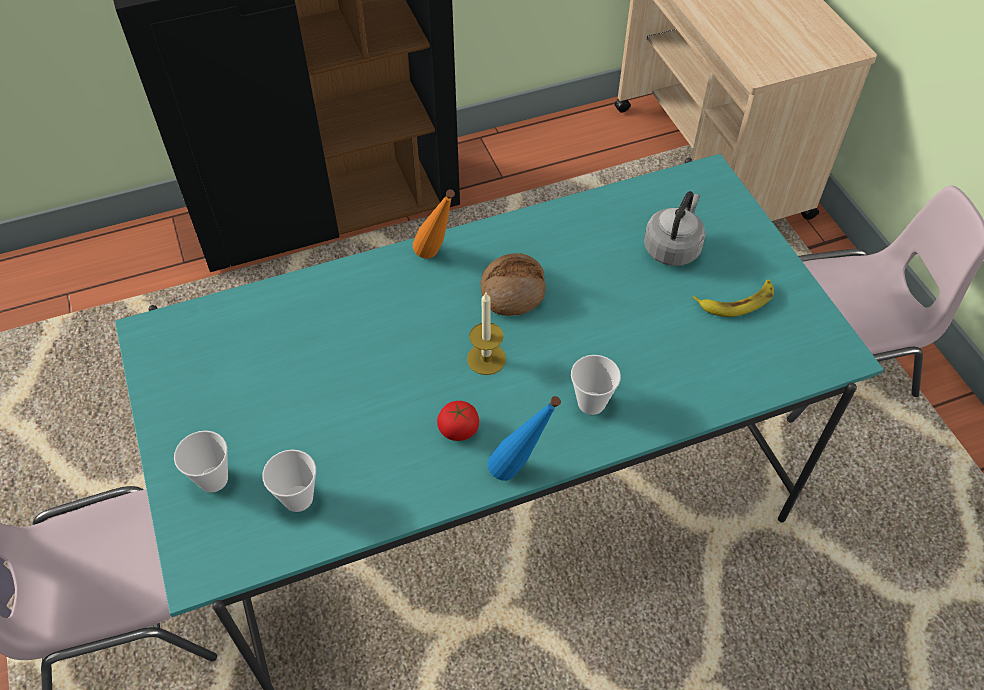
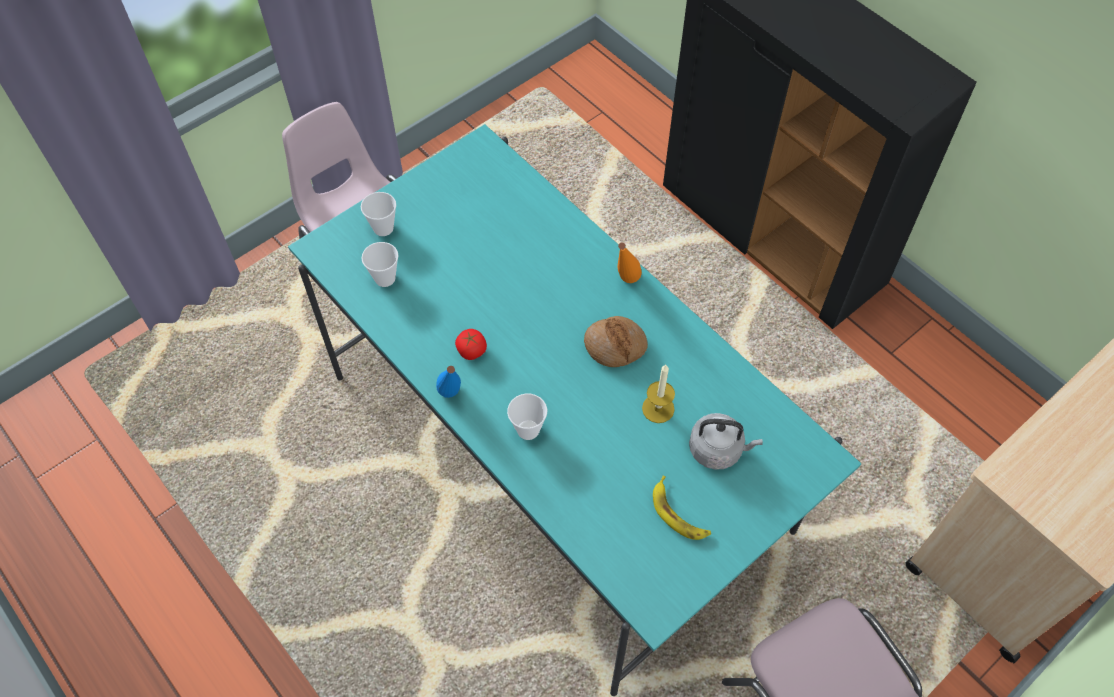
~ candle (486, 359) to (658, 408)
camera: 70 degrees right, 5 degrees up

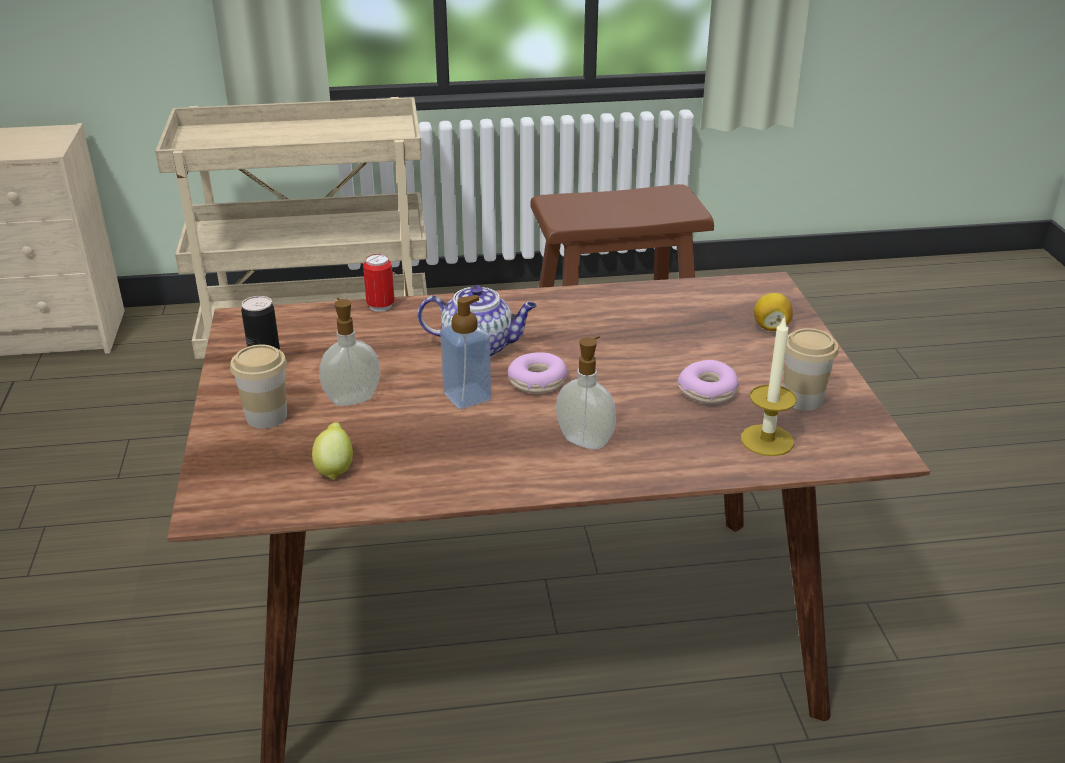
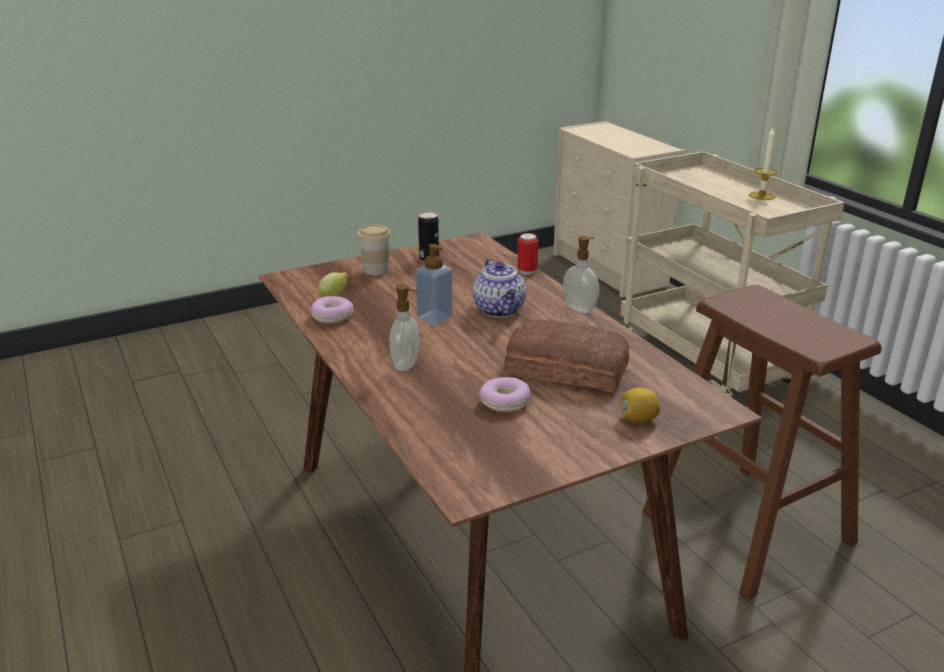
- cup (802, 399)
+ bread (565, 368)
~ soap dispenser (352, 398) to (580, 308)
~ donut (537, 382) to (332, 317)
~ candle (767, 440) to (761, 196)
camera: 70 degrees right, 5 degrees down

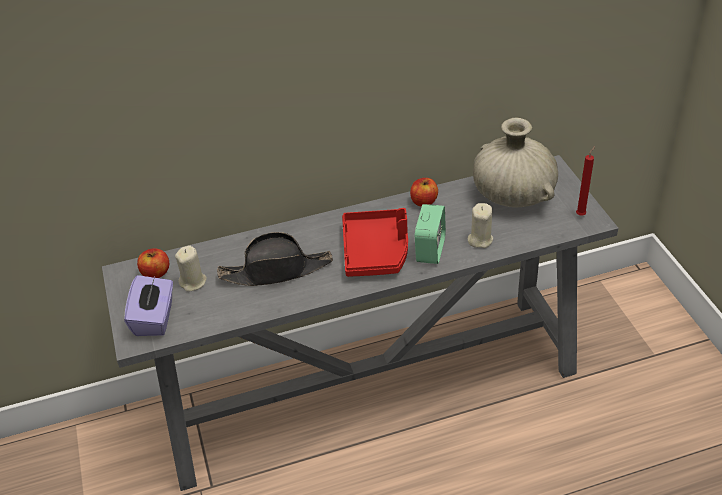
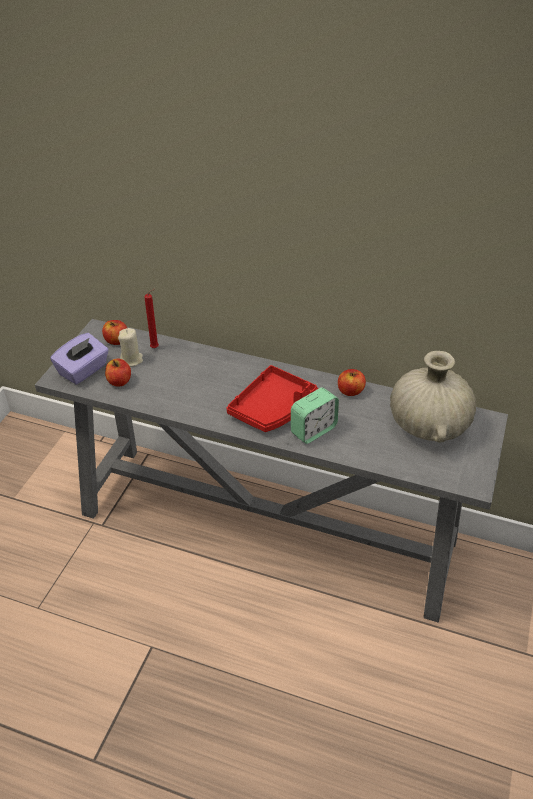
- black-coloured hat (276, 271)
- beige candle (480, 239)
+ apple (119, 381)
~ red candle (581, 214) to (156, 348)
camera: 35 degrees right, 0 degrees up

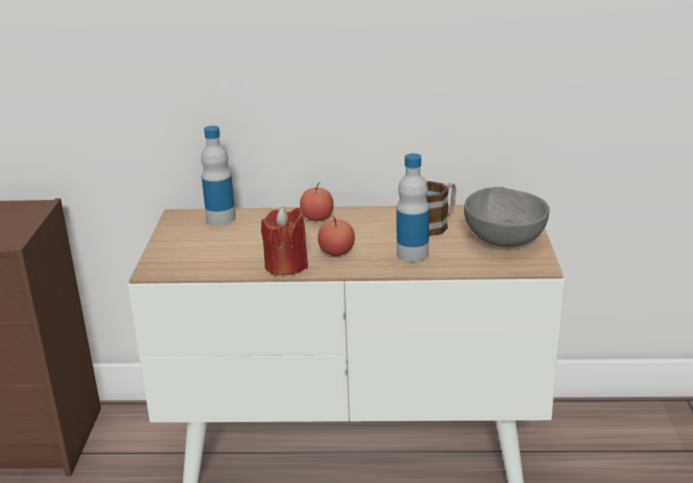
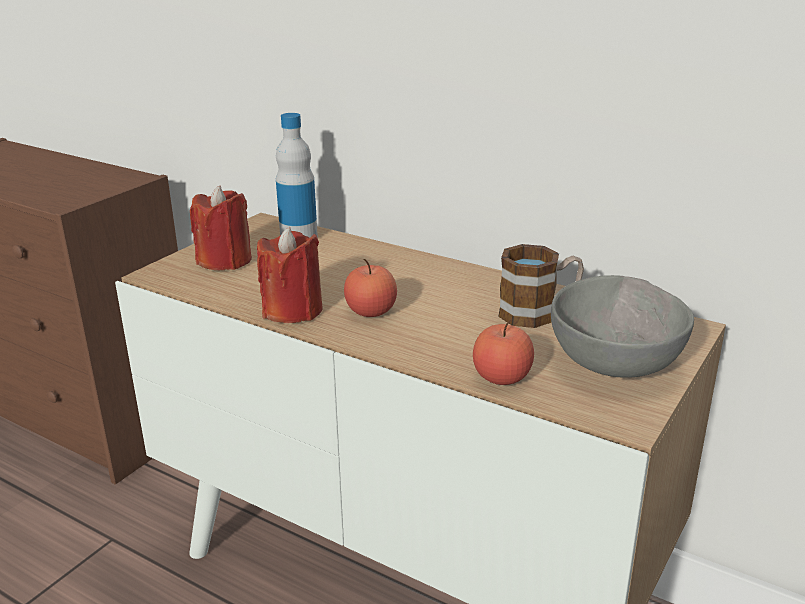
- drink bottle (412, 254)
+ red candle (225, 260)
~ apple (317, 218) to (502, 377)
camera: 30 degrees right, 0 degrees up

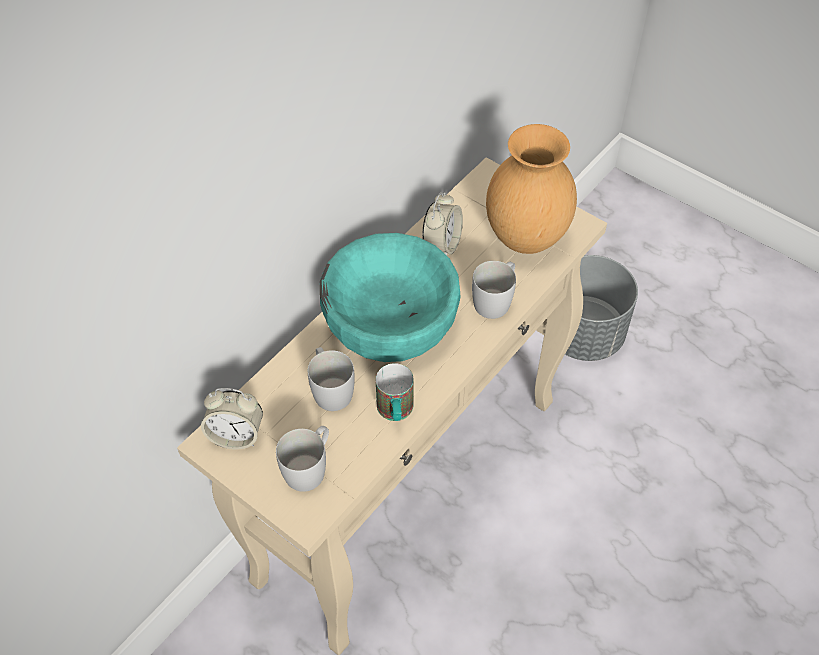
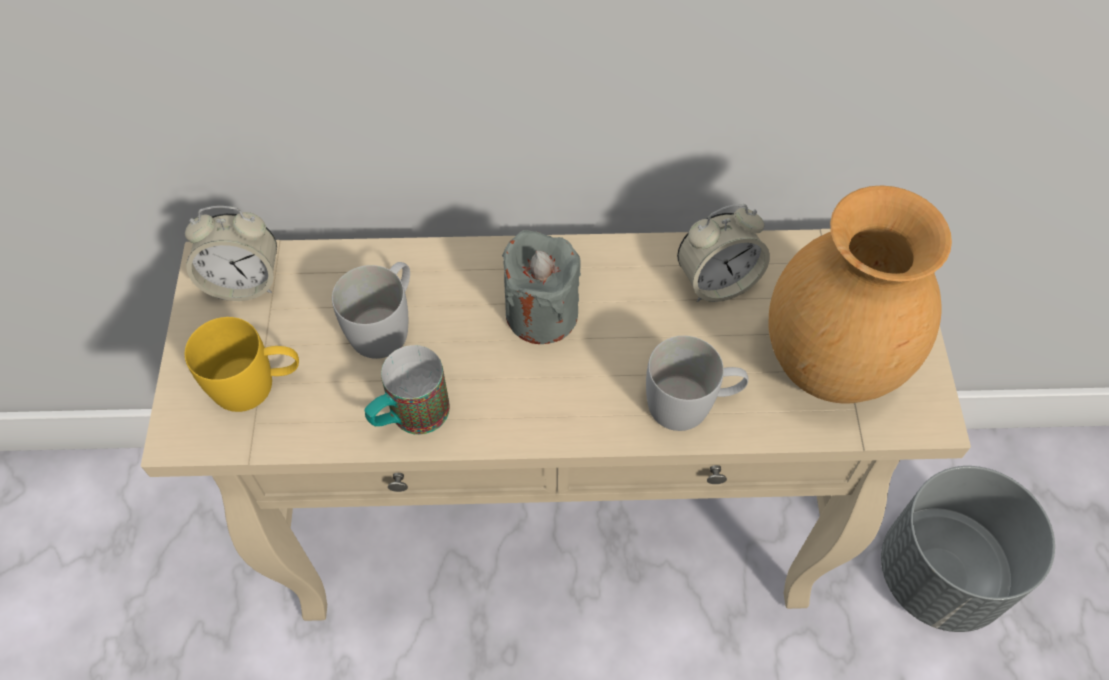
~ turquoise serving bowl (390, 321) to gray candle (541, 313)
~ white-coloured coffee mug (310, 467) to yellow-coloured coffee mug (257, 384)
~ alarm clock (236, 435) = (244, 282) 60 degrees counterclockwise
camera: 50 degrees right, 5 degrees up

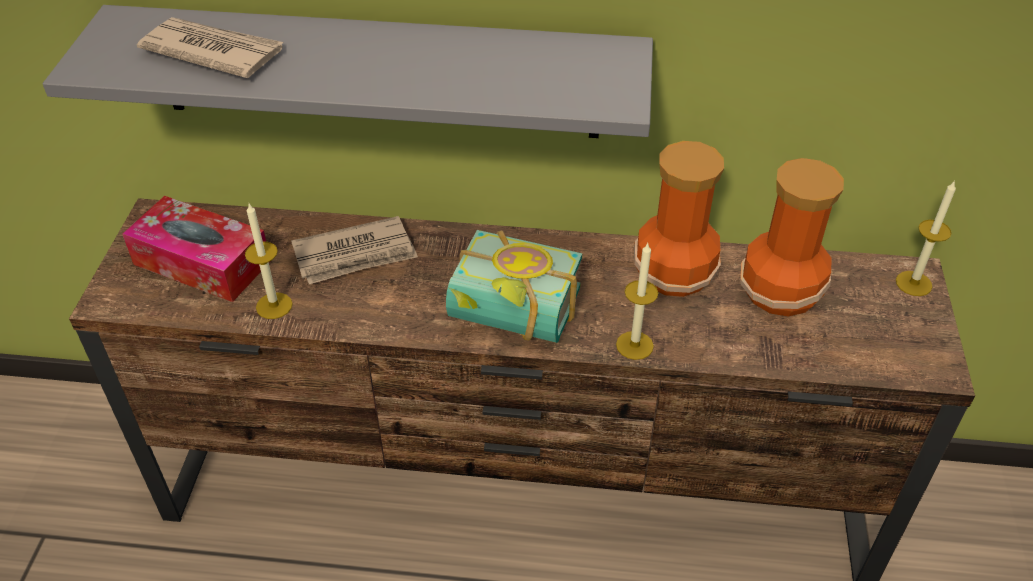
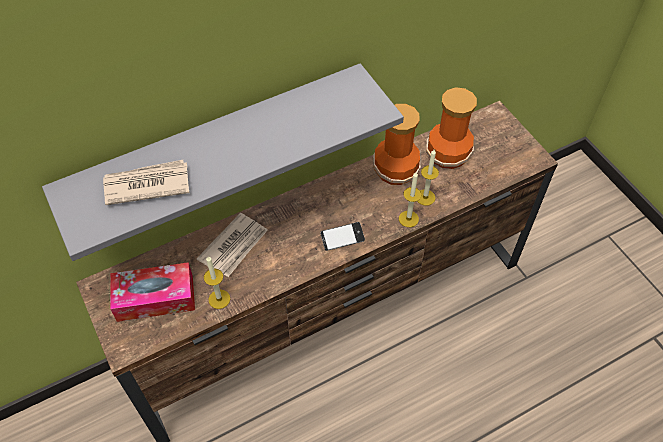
~ candle (913, 283) to (425, 197)
~ volume (510, 319) to phone (342, 238)
camera: 35 degrees left, 10 degrees up

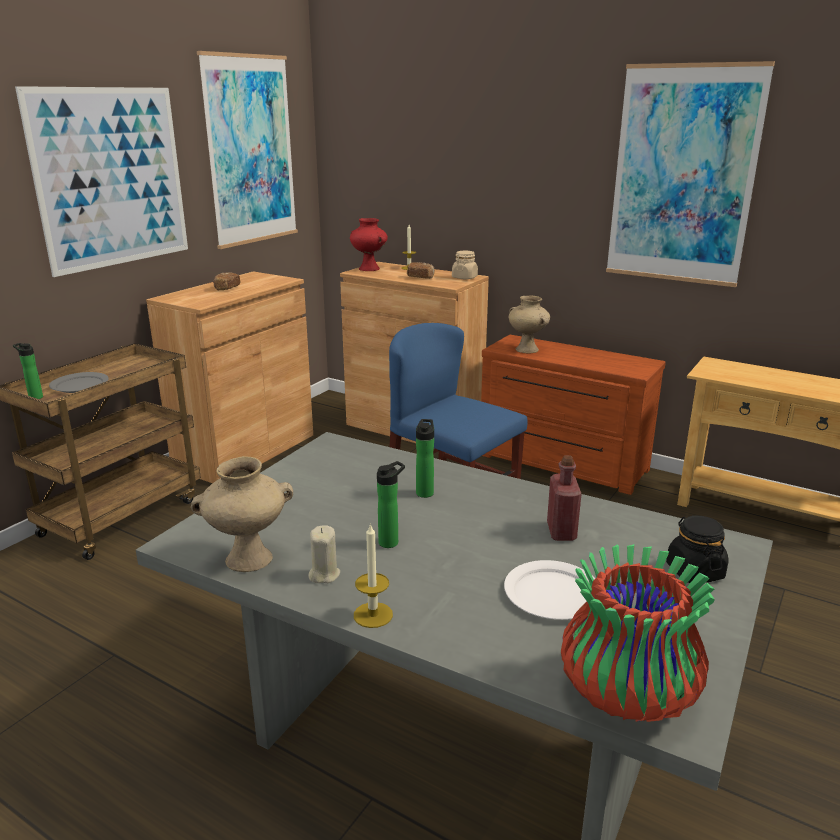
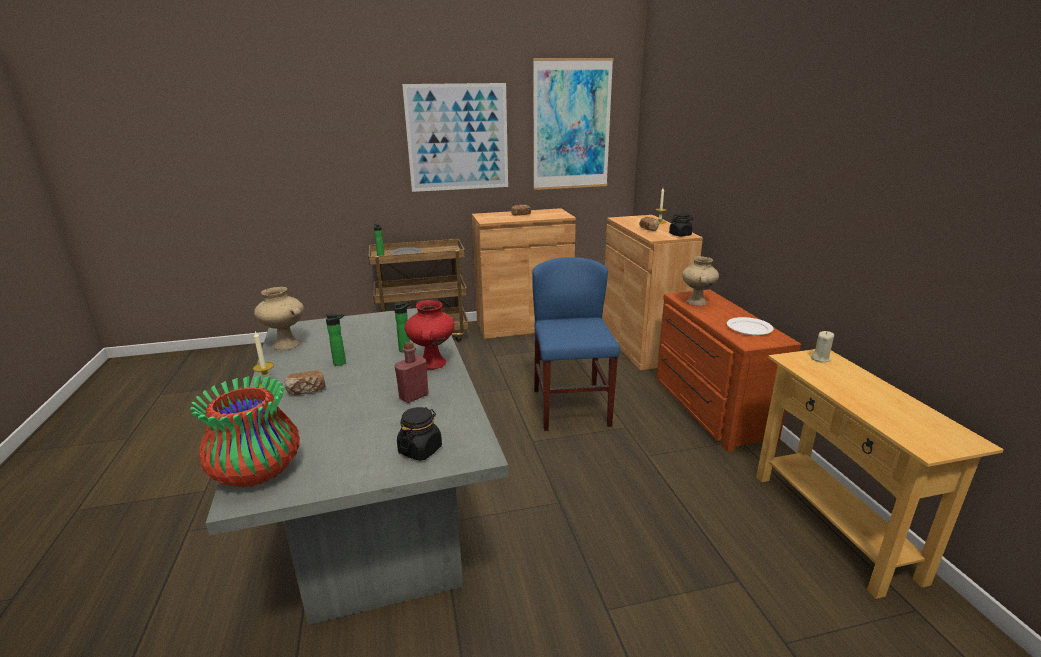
- picture (683, 176)
+ bread (306, 391)
~ beige candle (324, 574) to (820, 359)
~ red flower vase (370, 269) to (433, 363)
~ white-coloured dinner plate (551, 593) to (749, 328)
~ beige jar (464, 277) to black-coloured jar (680, 235)
camera: 45 degrees right, 0 degrees up

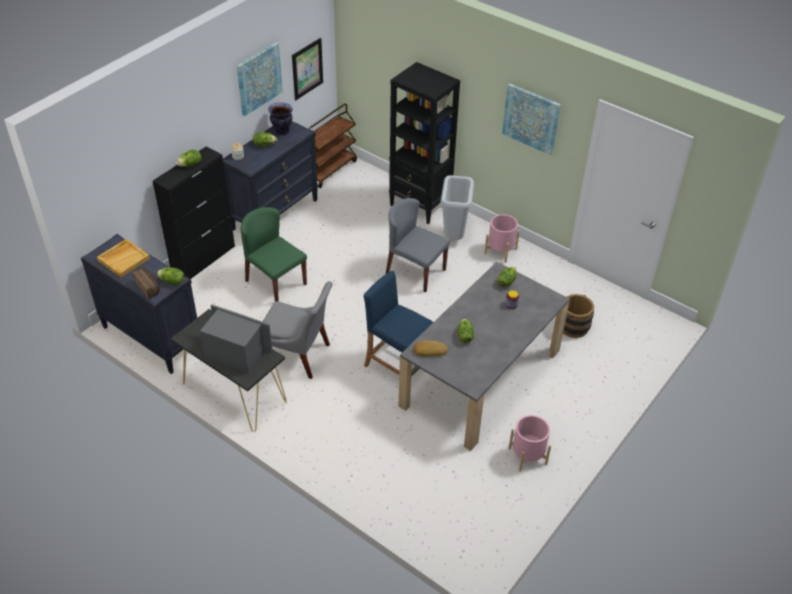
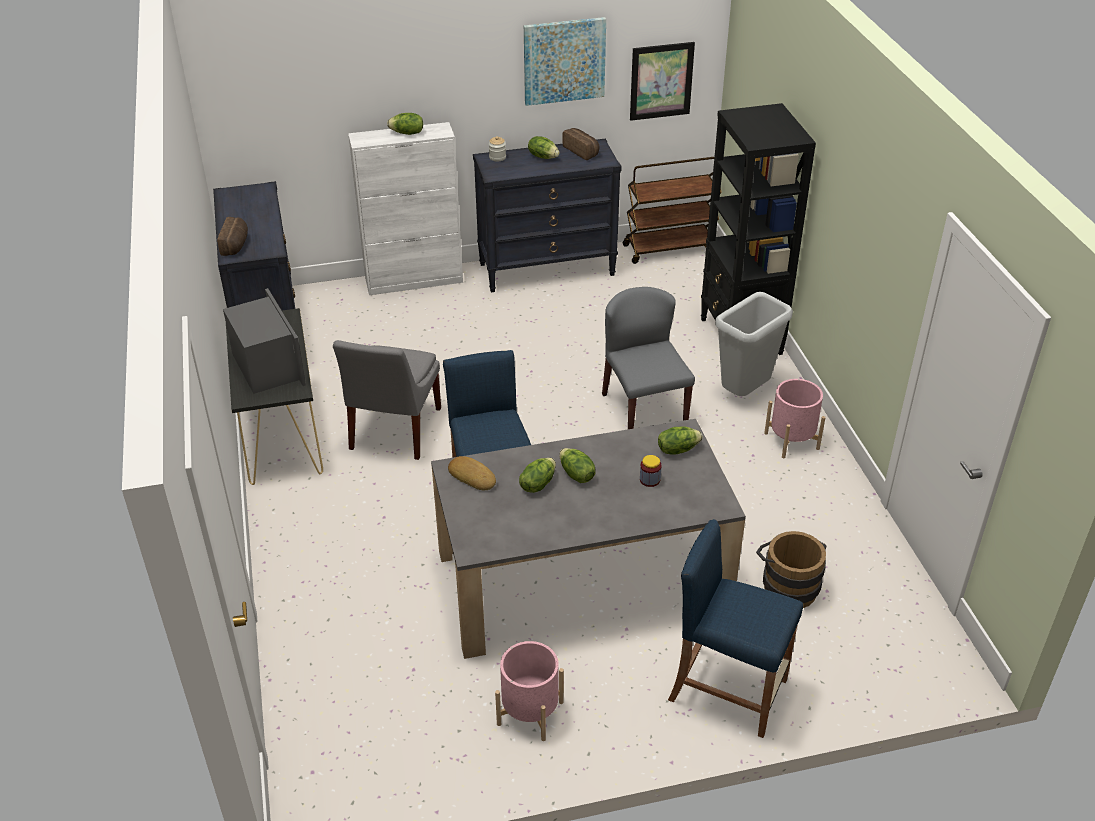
- beige tray (124, 259)
- green plain chair (275, 282)
- picture (531, 118)
+ blue-coloured sitting stool (728, 690)
~ lettuce (172, 281) to (576, 475)
~ flower vase (282, 131) to bread (582, 151)
~ black-coloured cabinet (204, 259) to white-coloured cabinet (414, 280)
~ gray plain chair (298, 356) = (393, 431) 45 degrees clockwise
camera: 40 degrees right, 5 degrees down

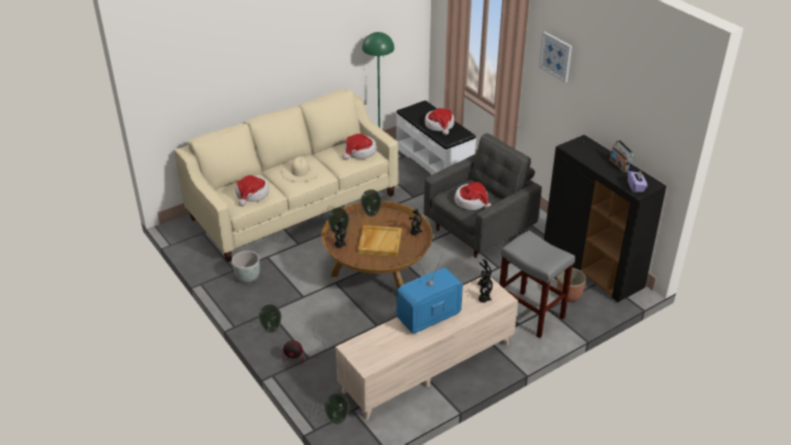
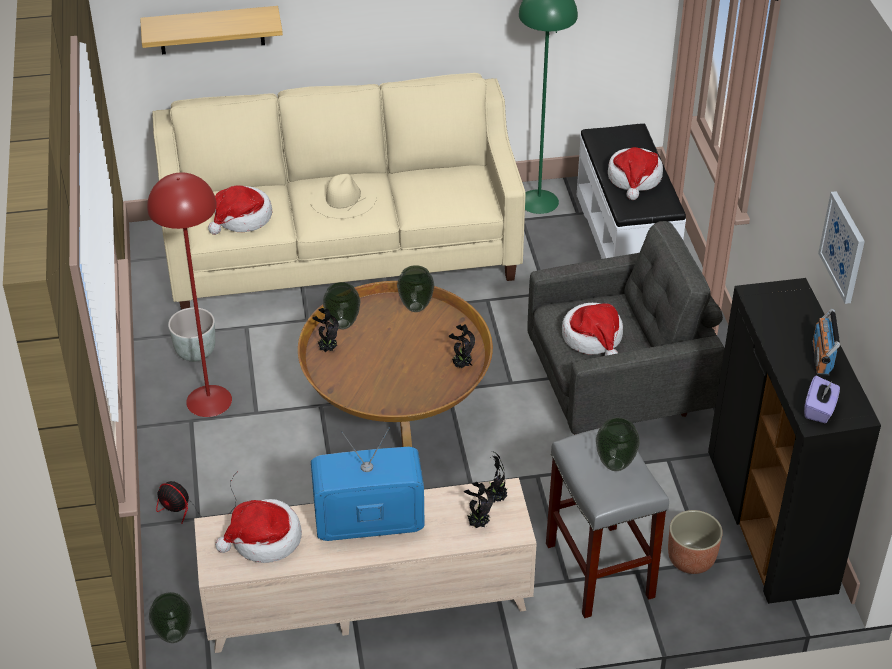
- beige tray (379, 242)
+ shelf (211, 30)
+ red floor lamp (209, 400)
~ flower vase (271, 329) to (614, 465)
~ hat (360, 152) to (264, 540)
~ picture (556, 56) to (843, 247)
camera: 25 degrees right, 5 degrees up

